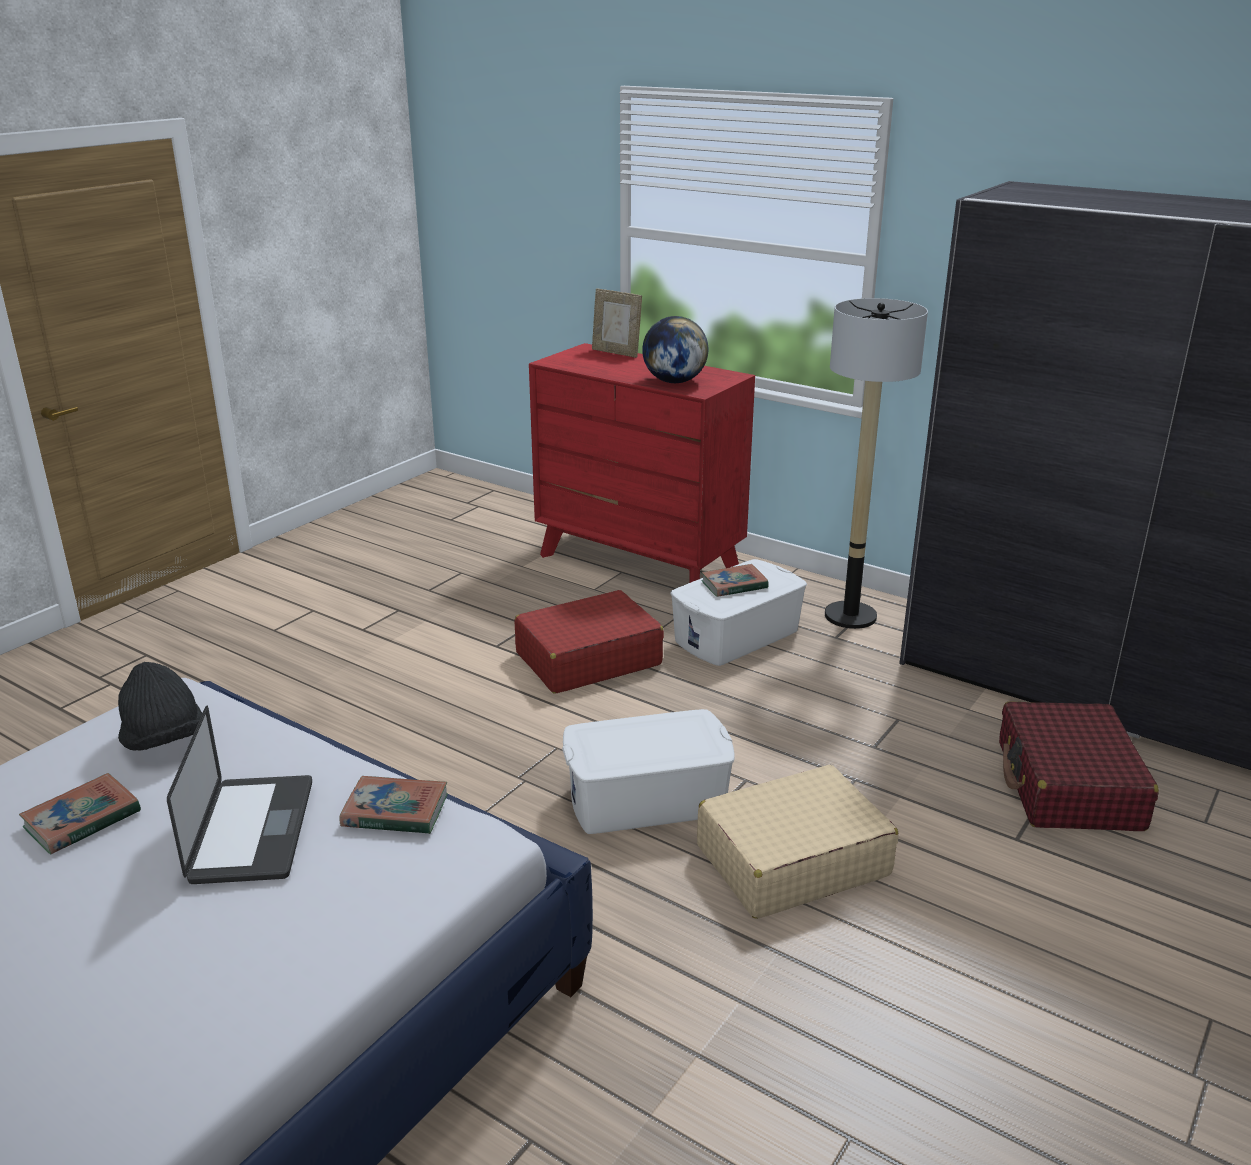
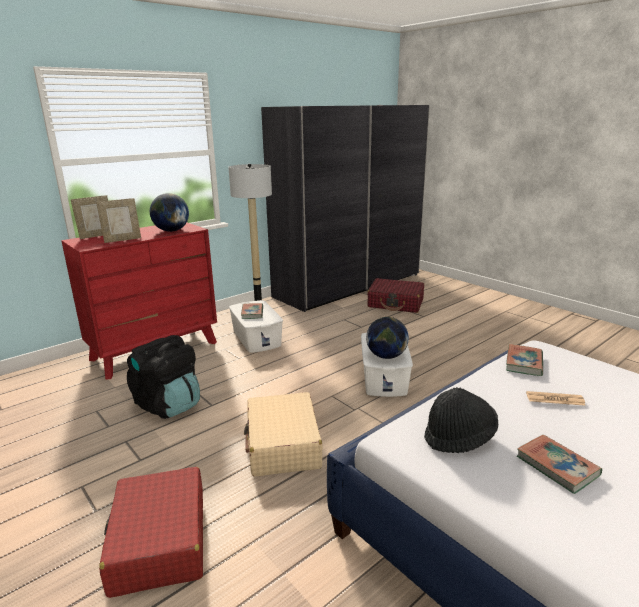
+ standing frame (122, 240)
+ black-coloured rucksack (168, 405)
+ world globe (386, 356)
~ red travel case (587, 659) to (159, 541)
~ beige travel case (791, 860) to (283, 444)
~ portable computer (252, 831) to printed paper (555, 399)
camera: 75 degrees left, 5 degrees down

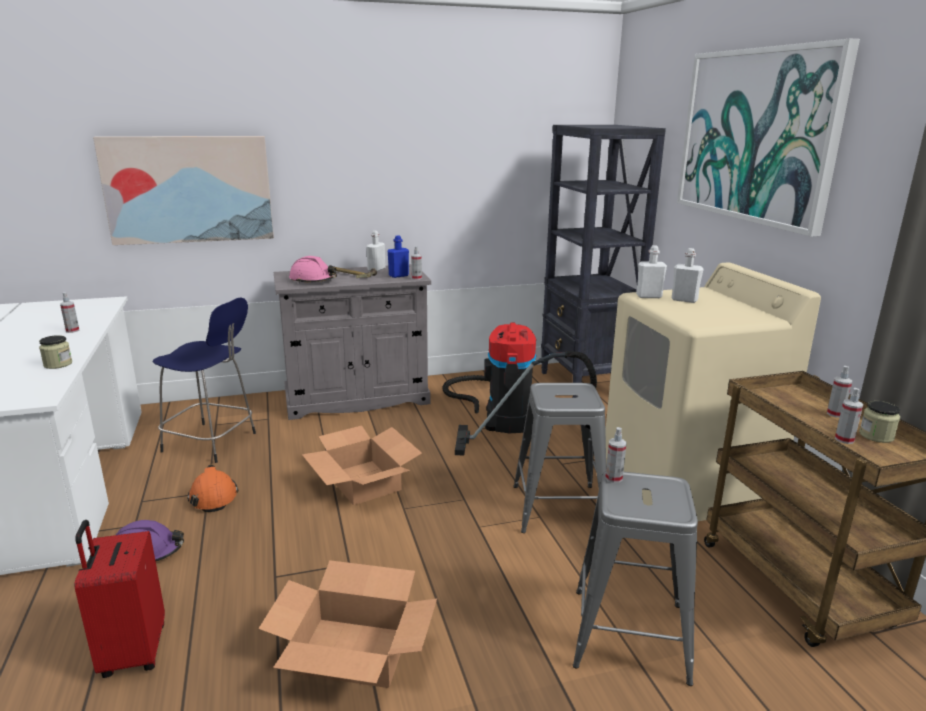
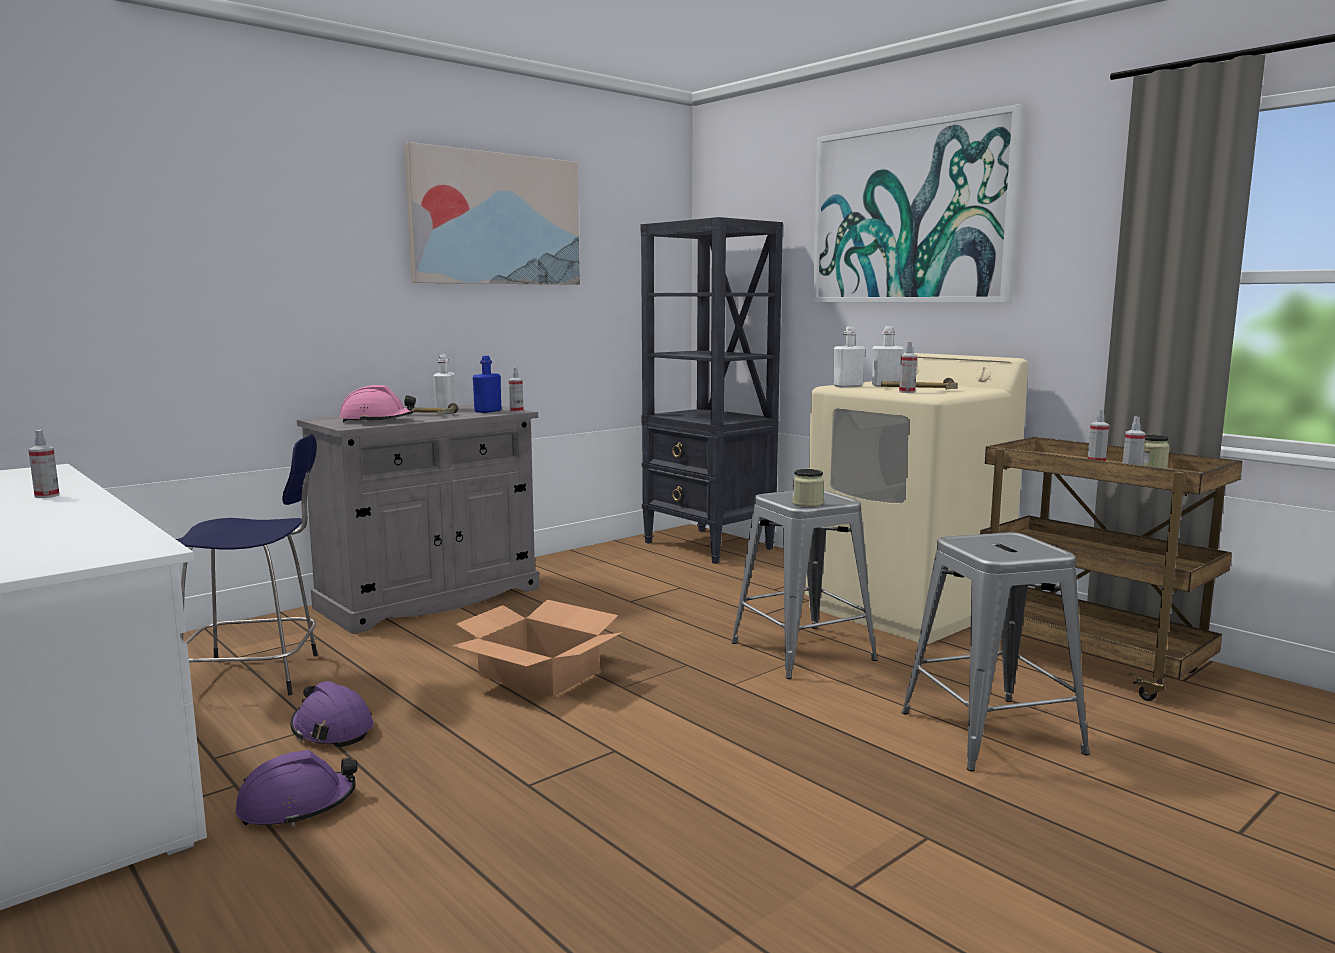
- red travel case (132, 652)
- packing box (353, 652)
- vacuum cleaner (507, 417)
+ hand hammer (919, 389)
~ jar (58, 364) to (807, 503)
~ picture (189, 189) to (495, 219)
~ spray bottle (613, 478) to (907, 392)
~ orange safety helmet (213, 496) to purplish safety helmet (332, 729)
camera: 25 degrees left, 10 degrees down

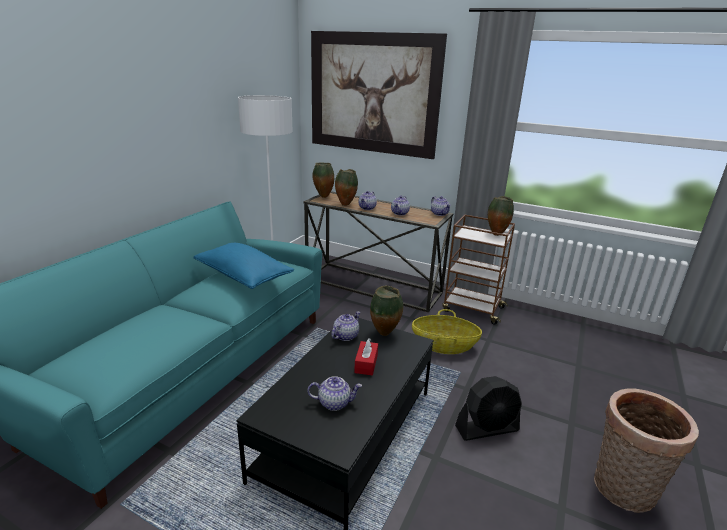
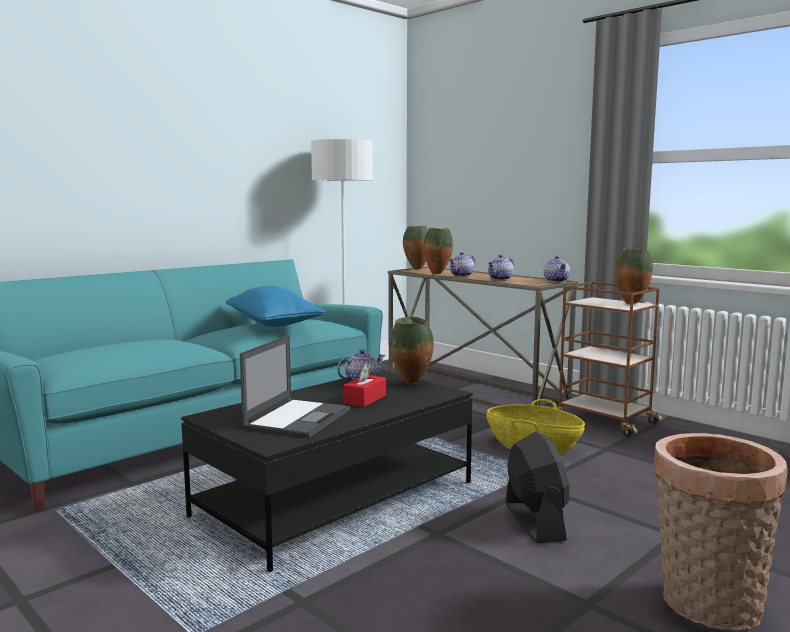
- picture (373, 94)
~ teapot (334, 403) to portable computer (298, 418)
~ black-coloured cooling fan (487, 428) = (534, 521) 105 degrees counterclockwise
camera: 20 degrees right, 15 degrees down

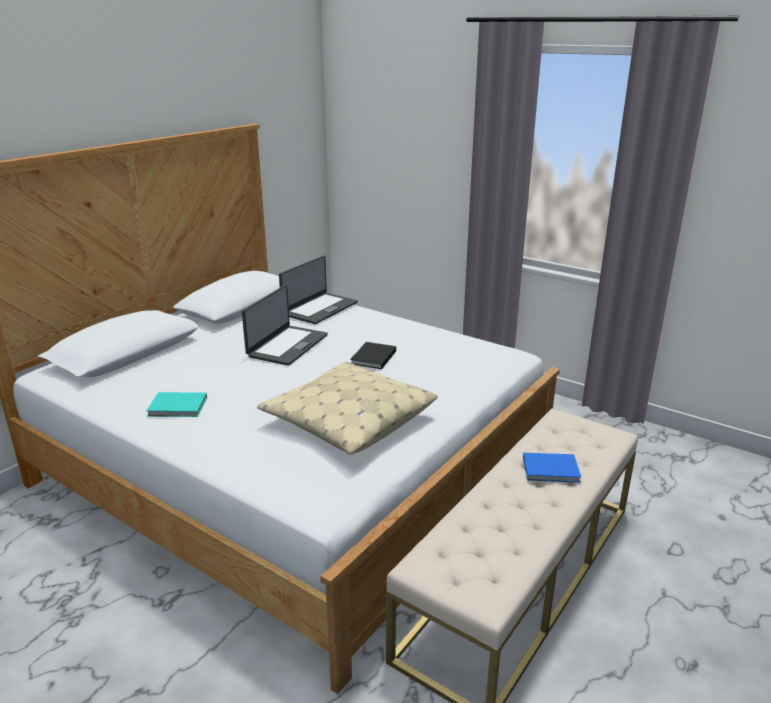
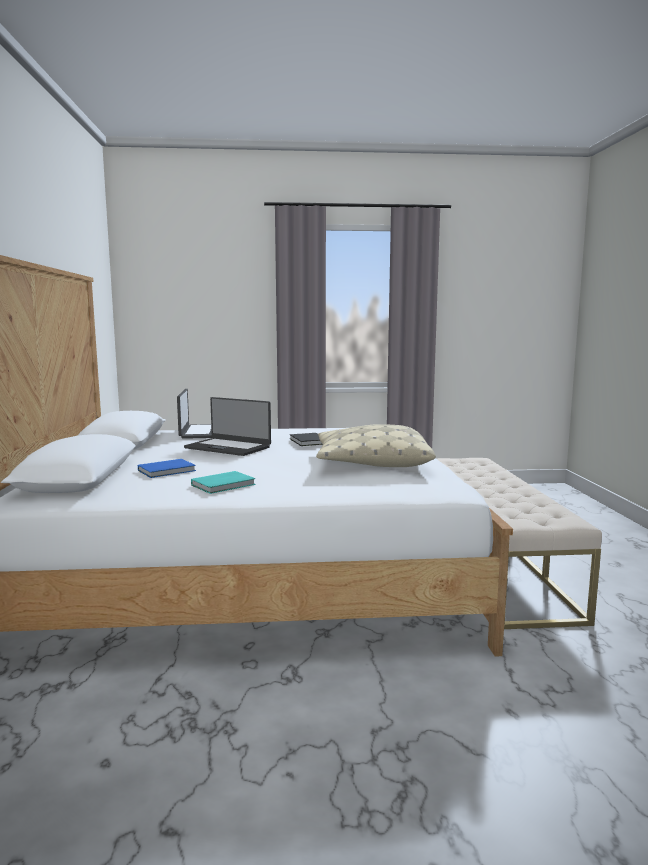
~ blue-coloured volume (552, 470) to (168, 470)
~ portable computer (287, 345) = (228, 447) 135 degrees clockwise
camera: 40 degrees left, 15 degrees down

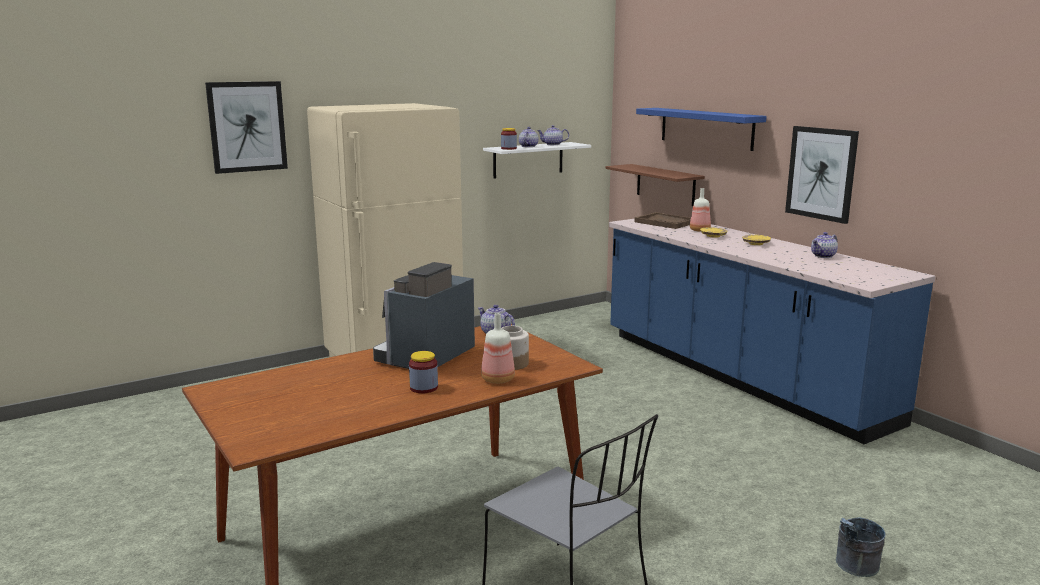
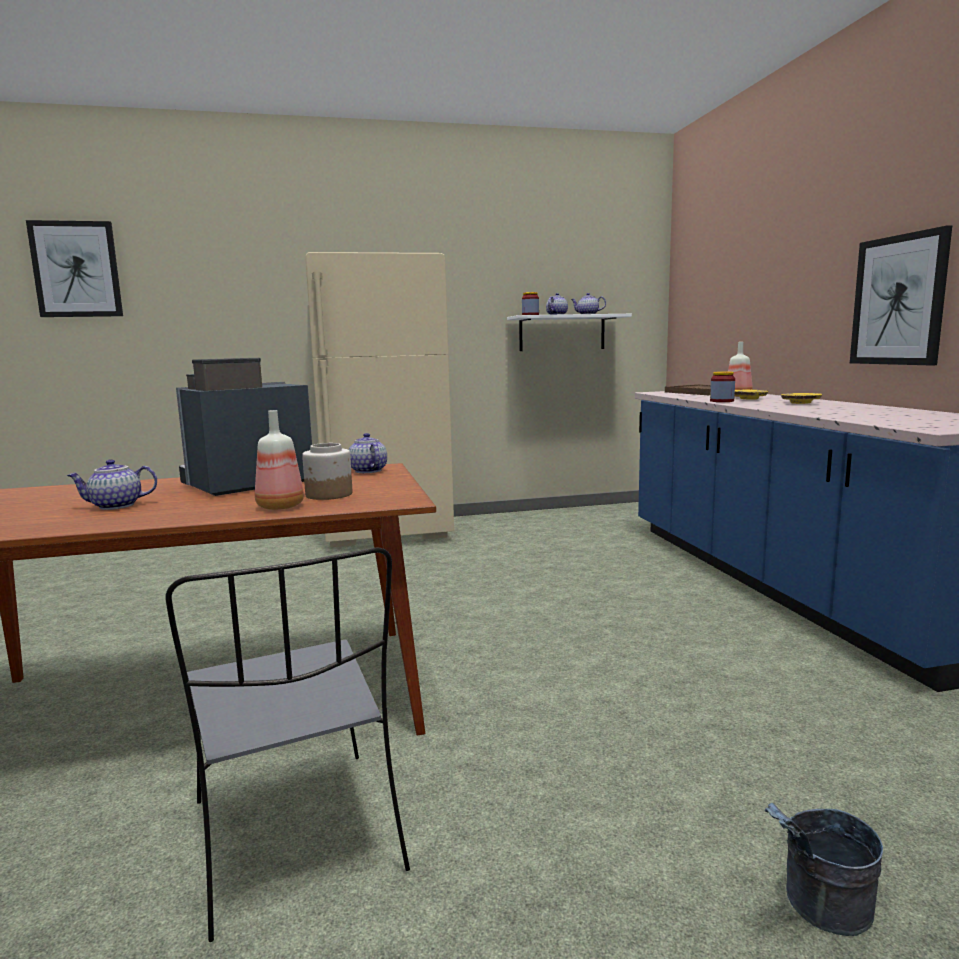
- brown shelf (665, 184)
- blue-coloured shelf (706, 128)
~ picture (247, 126) to (76, 269)
~ jar (423, 388) to (722, 401)
~ teapot (823, 256) to (115, 506)
camera: 20 degrees right, 5 degrees down

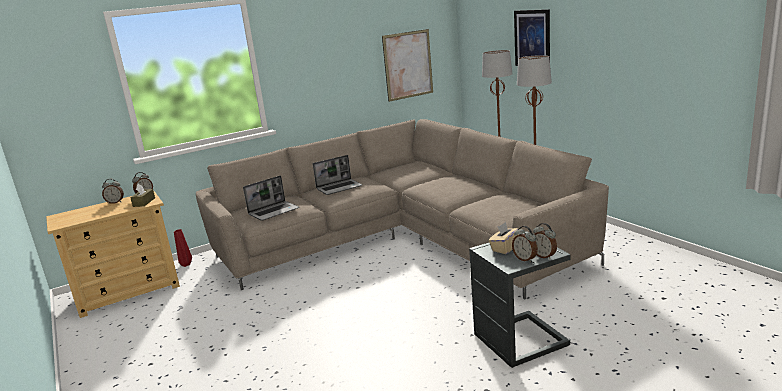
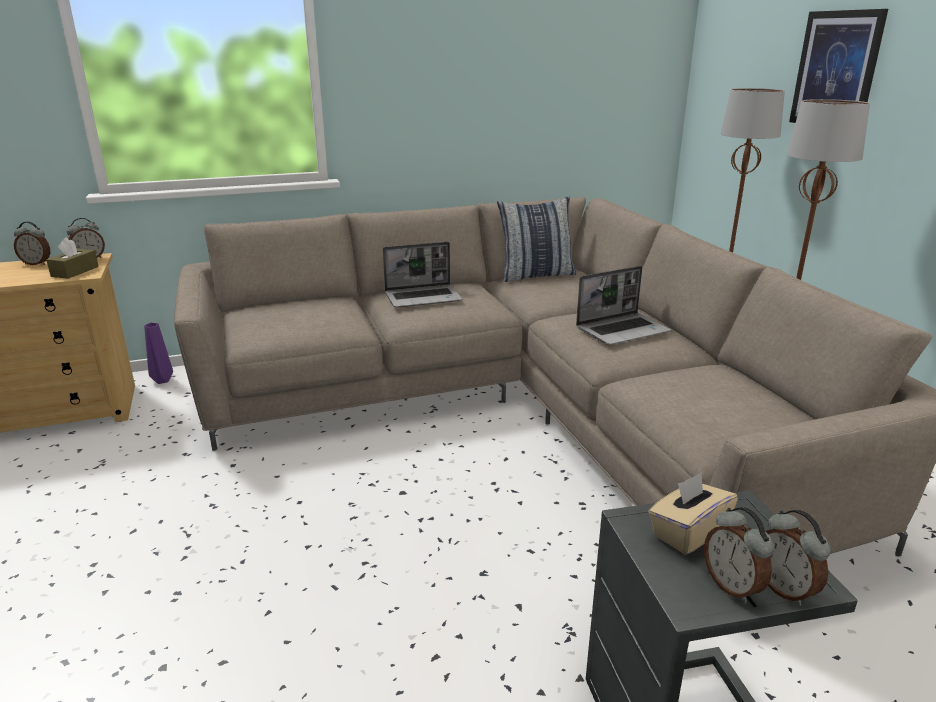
- picture (408, 65)
+ cushion (536, 275)
~ portable computer (274, 211) to (623, 330)
~ red flower vase (186, 264) to purplish flower vase (163, 380)
camera: 10 degrees right, 5 degrees up

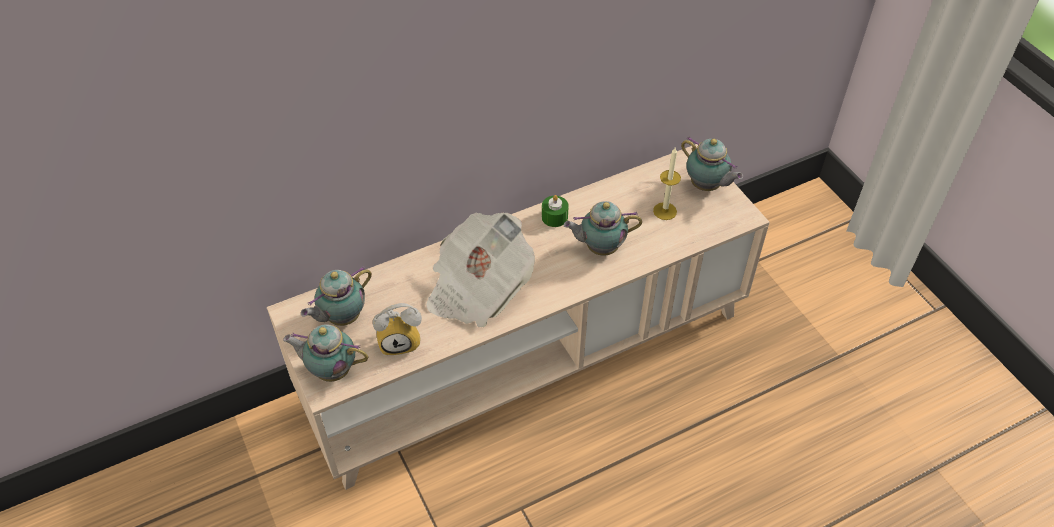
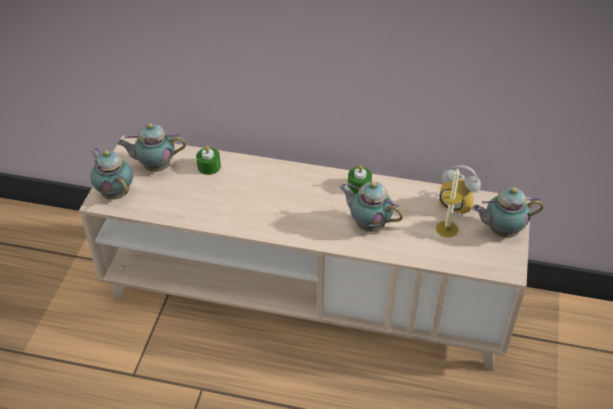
- printed paper (477, 288)
+ green candle (209, 166)
~ alarm clock (401, 341) to (458, 204)
~ teapot (706, 186) = (501, 231) 90 degrees clockwise
camera: 40 degrees right, 5 degrees down

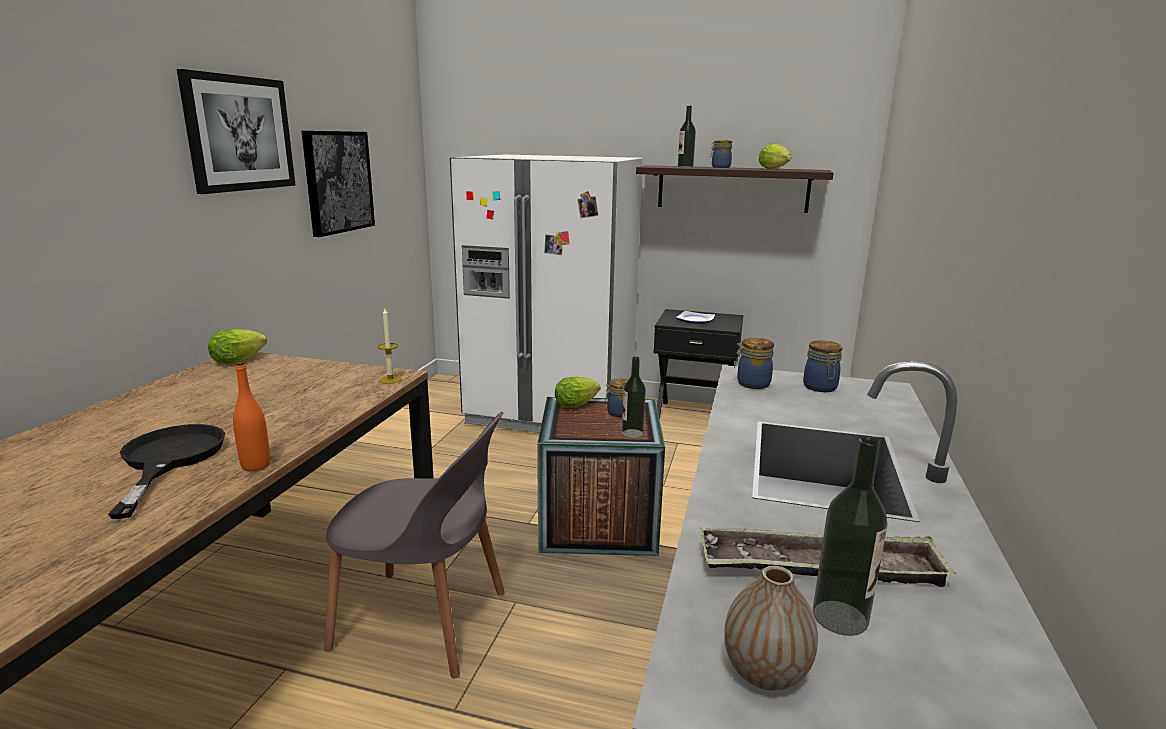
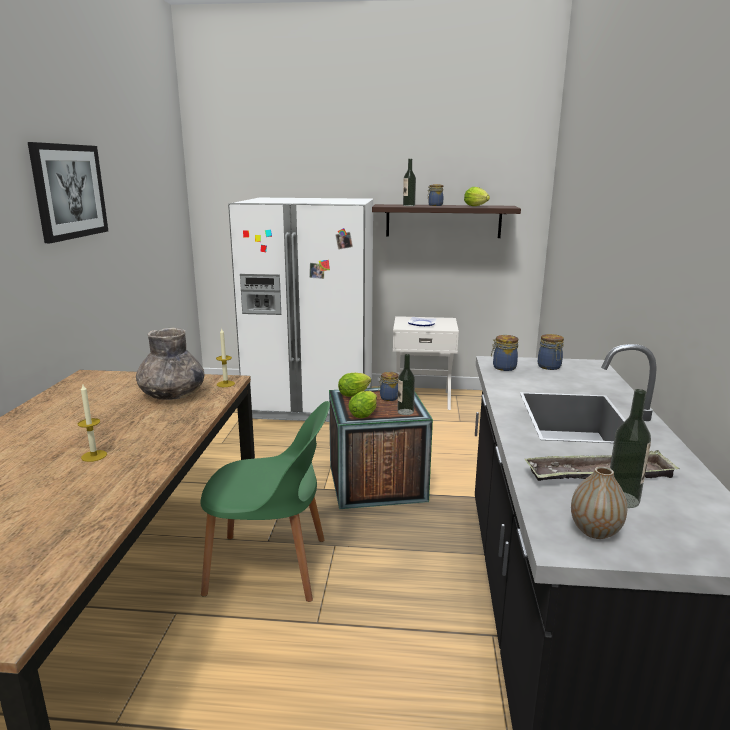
- orange drink bottle (256, 465)
- picture (338, 182)
+ gray flower vase (172, 395)
~ lettuce (241, 360) to (365, 414)
~ black-coloured pan (169, 460) to candle (94, 456)
~ gray plain chair (424, 621) to green plain chair (271, 567)
~ black-coloured night table (693, 416) to white-coloured night table (422, 398)
camera: 10 degrees left, 0 degrees up

